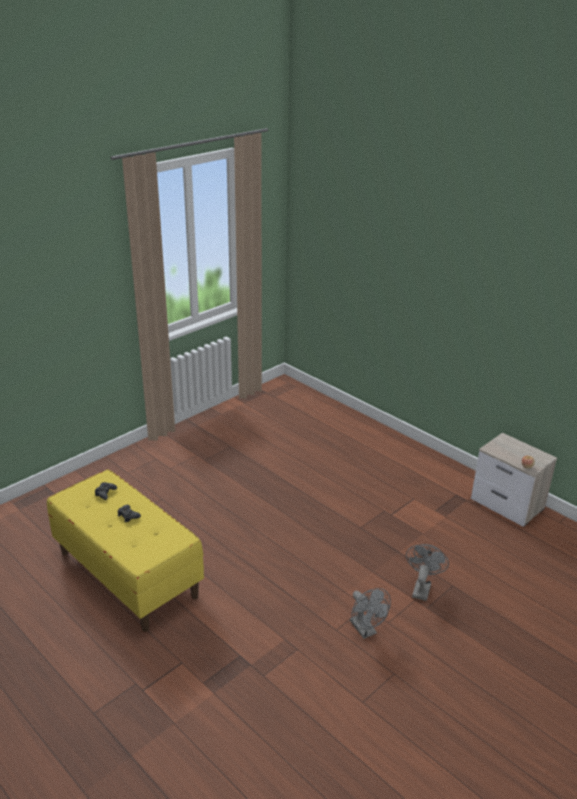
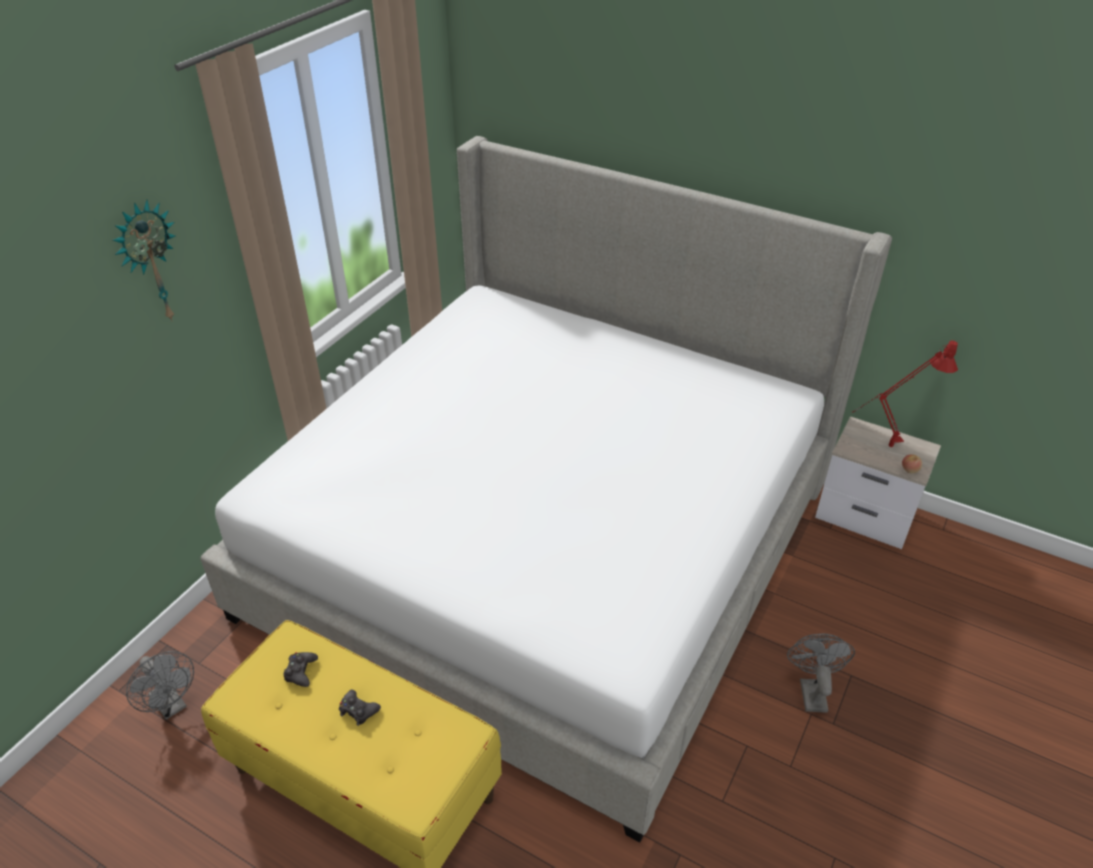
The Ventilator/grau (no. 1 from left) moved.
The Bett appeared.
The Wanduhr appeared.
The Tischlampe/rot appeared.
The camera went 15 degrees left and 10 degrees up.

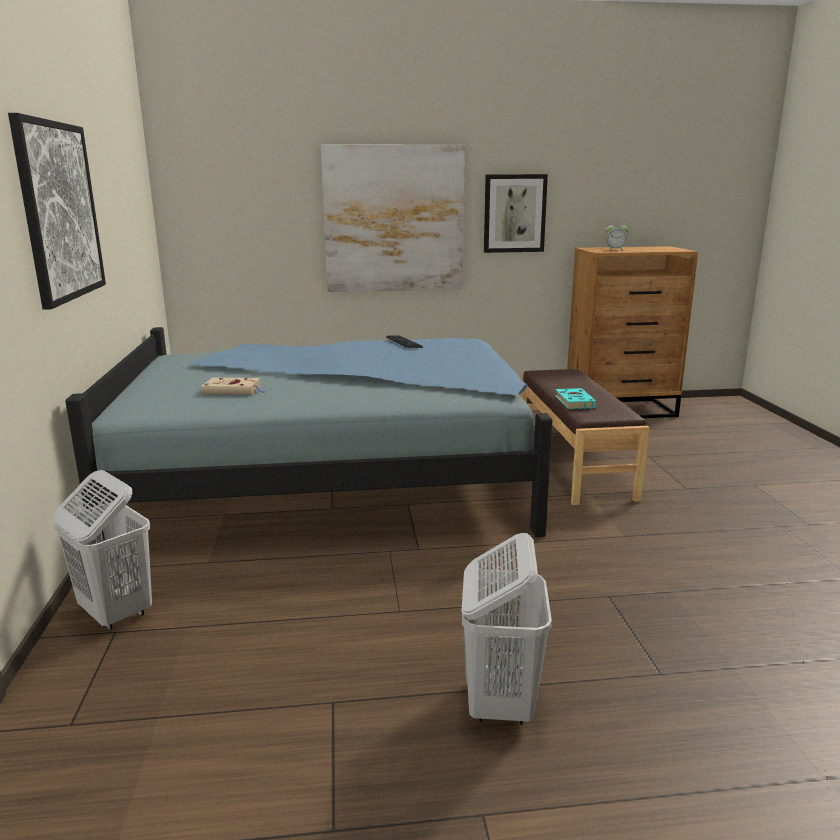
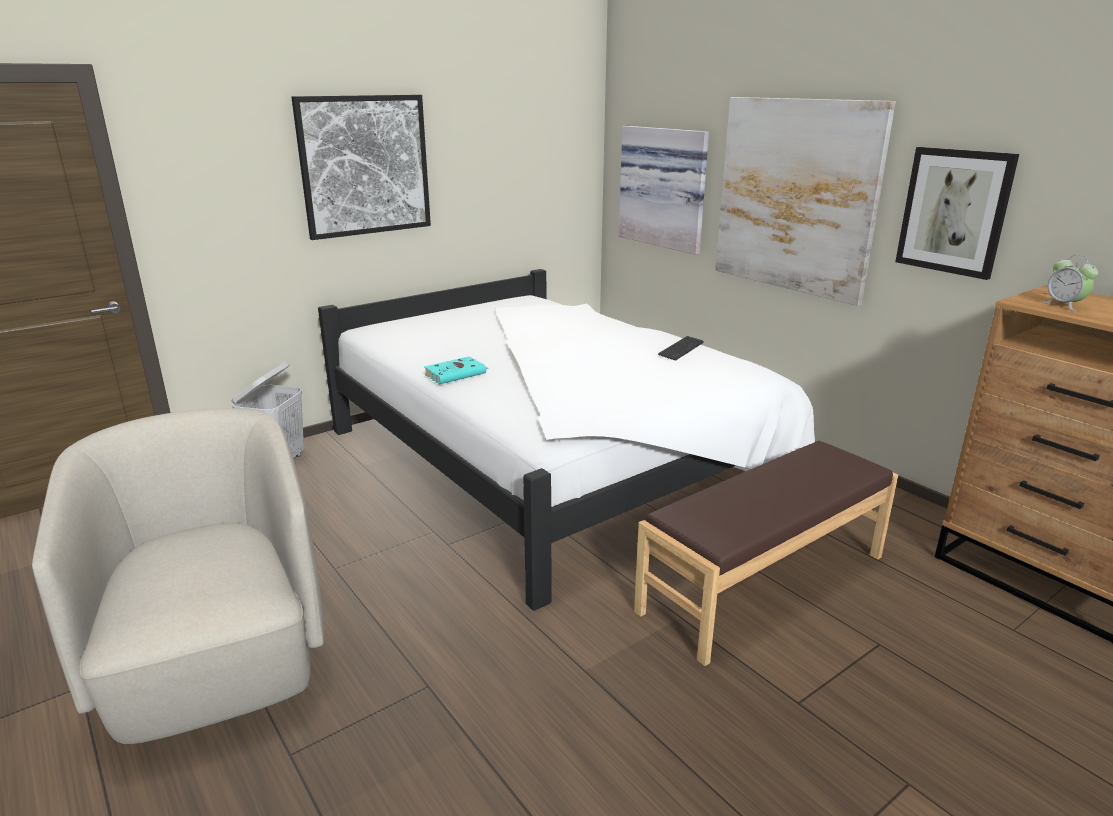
The Bett/blau became the Bett/weiß.
The Buch/beige disappeared.
The Buch/türkis moved.
The Wäschekorb/weiß (no. 2 from left) was replaced by the Sessel/beige.
The Bild (no. 2 from left) appeared.
The camera went 60 degrees right and 5 degrees up.

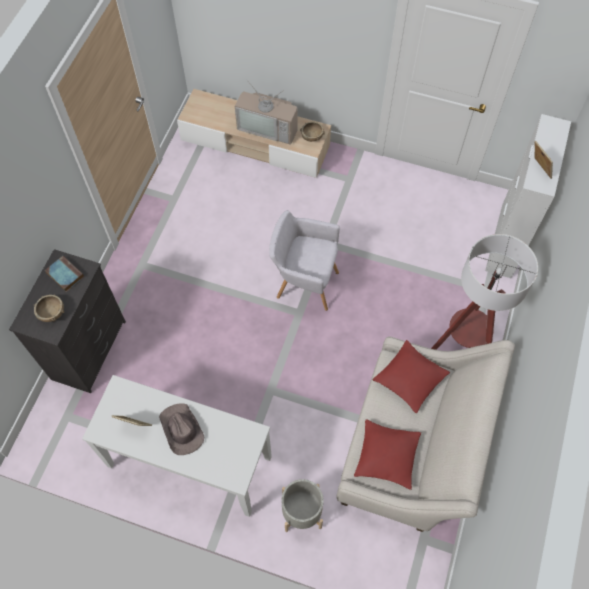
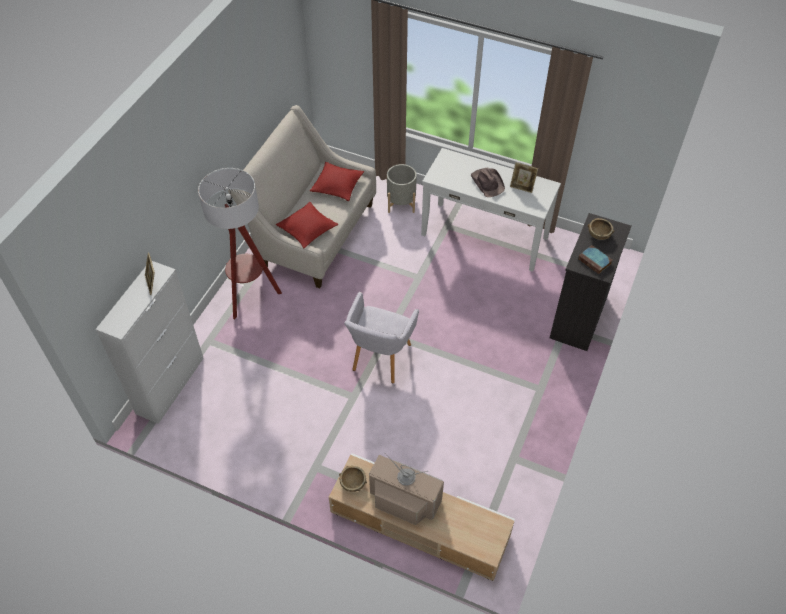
The Sessel/grau turned 90 degrees clockwise.
The camera went 175 degrees left and 10 degrees down.

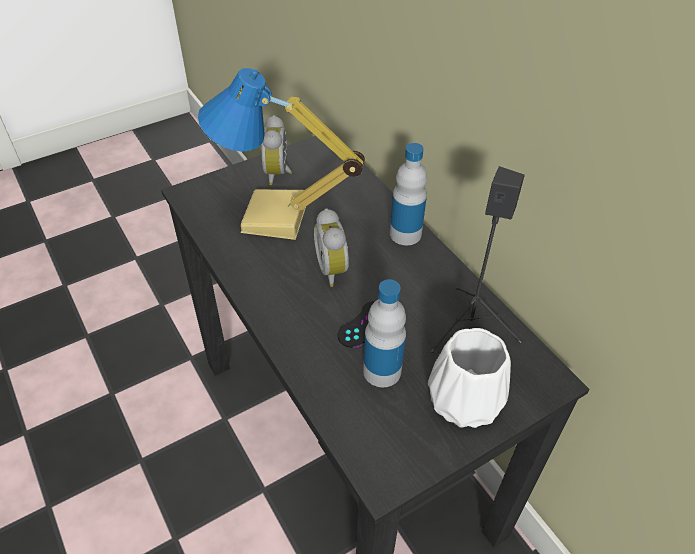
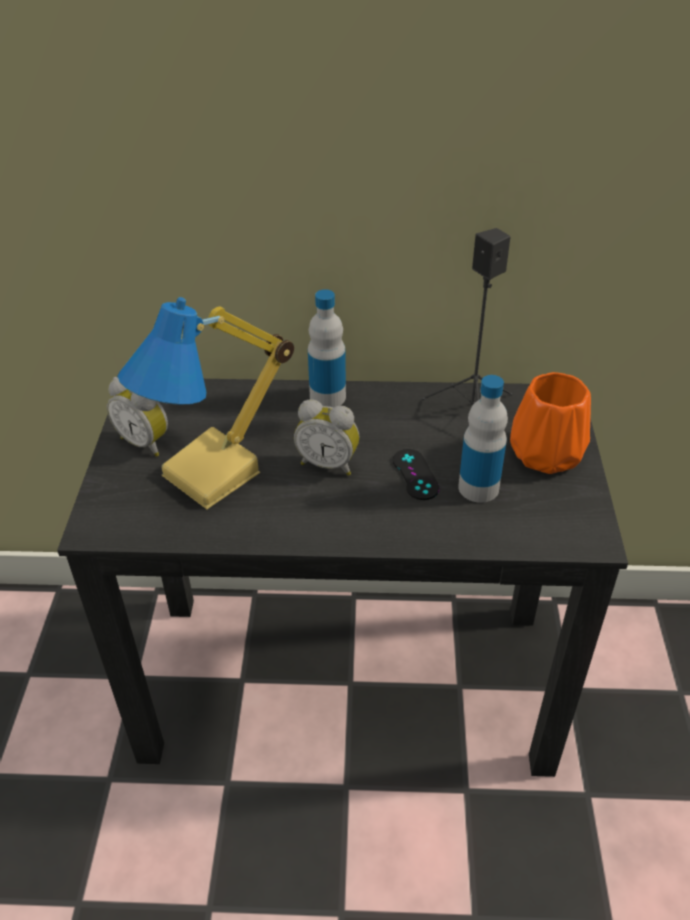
The Vase/weiß became the Vase/orange.
The camera went 55 degrees left and 5 degrees down.

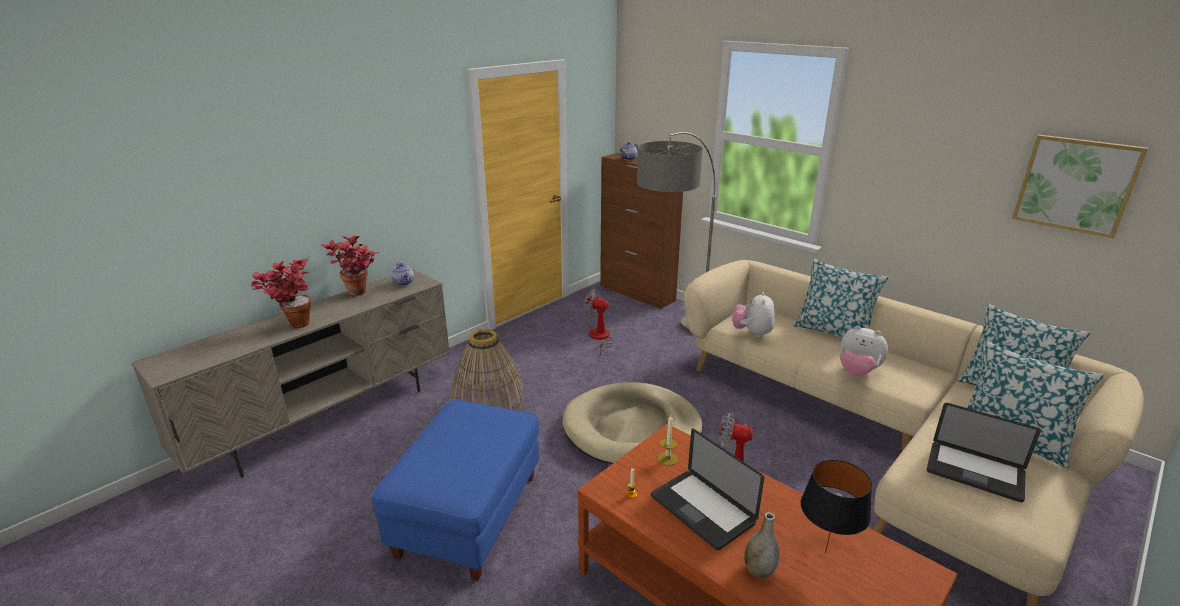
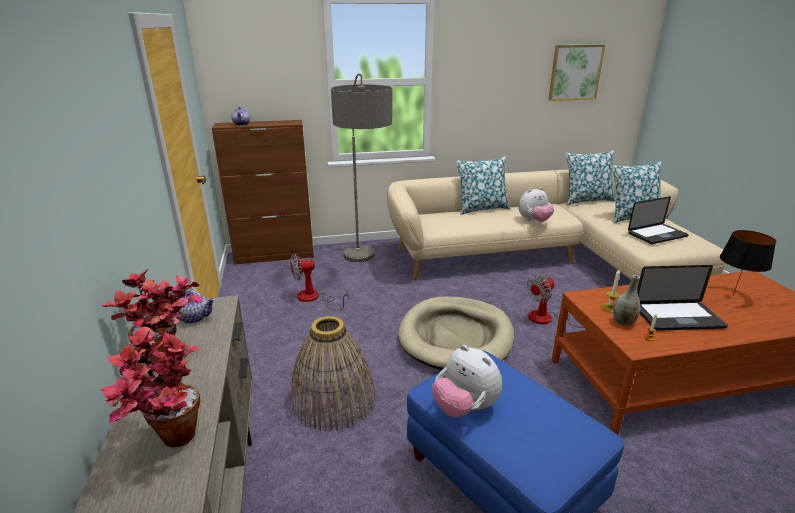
The Plüschtier (no. 1 from left) moved.
The Vase/grau moved.
The camera went 55 degrees left and 0 degrees up.

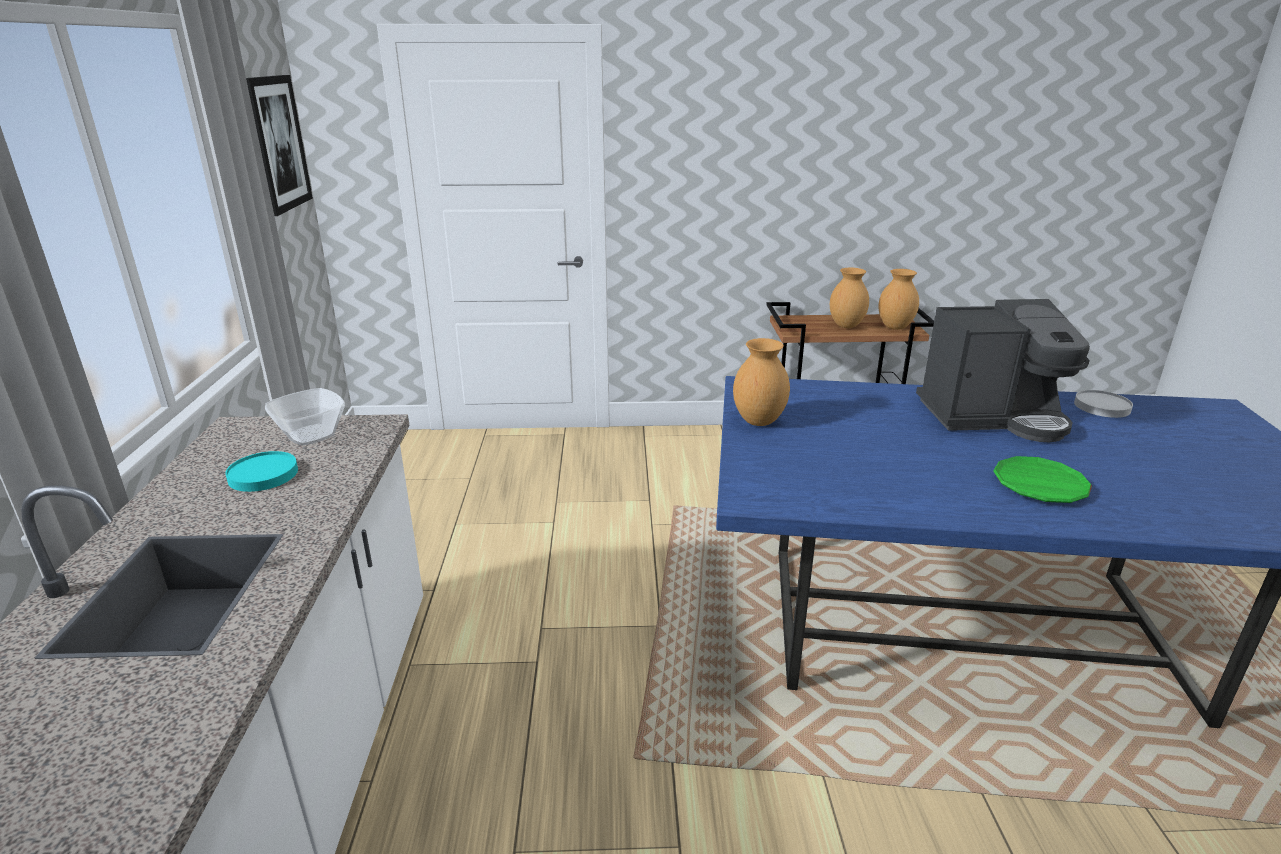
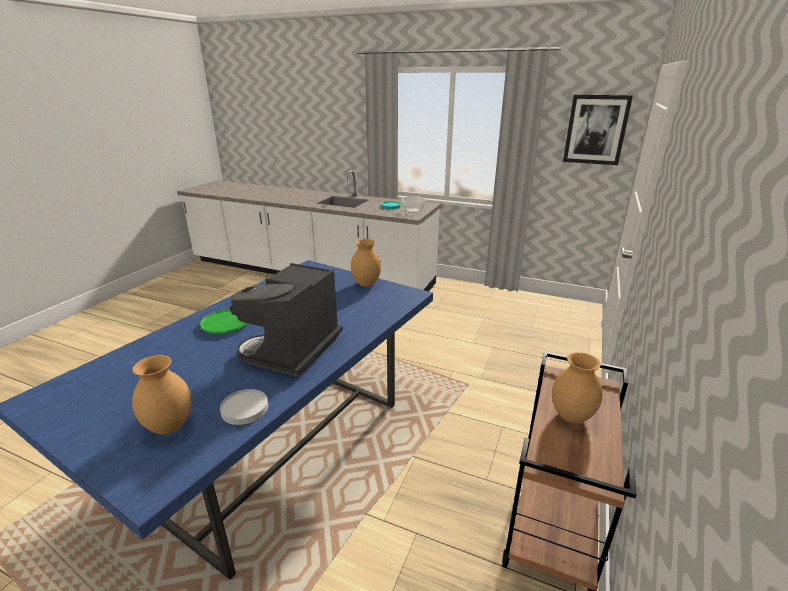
The Vase/braun (no. 3 from left in the first image) moved.
The camera went 115 degrees right and 0 degrees up.

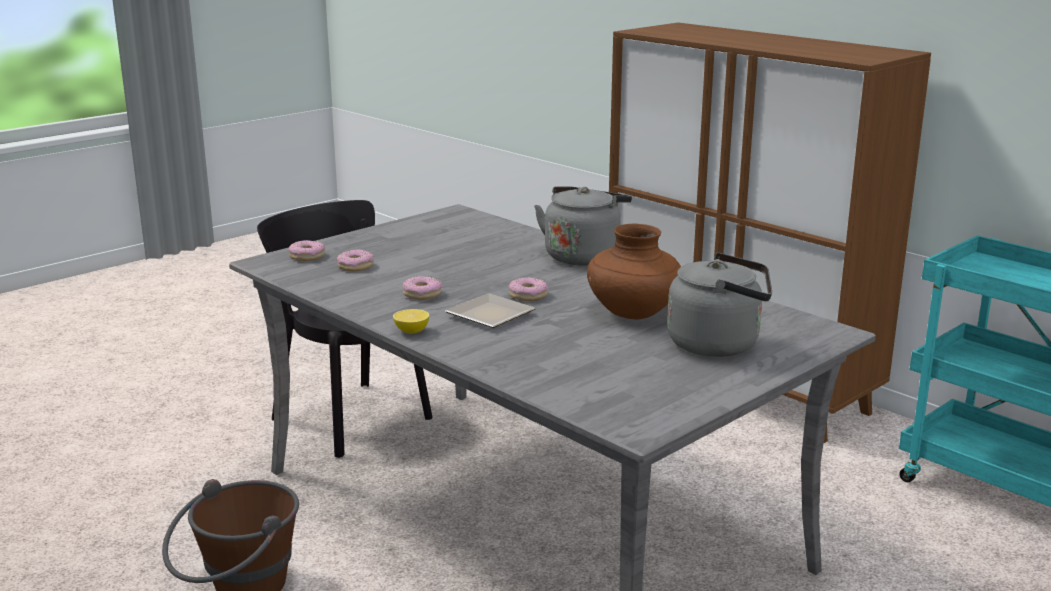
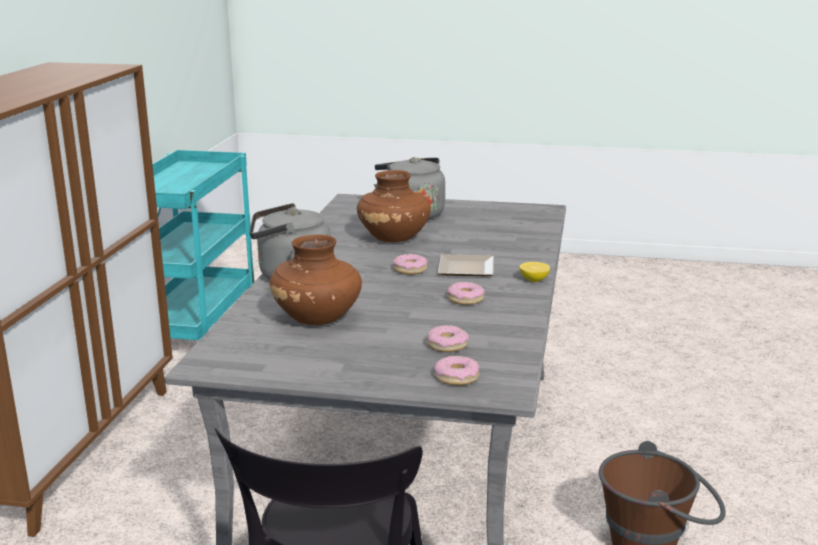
The Vase/braun (no. 1 from left) appeared.
The camera went 125 degrees left and 0 degrees up.

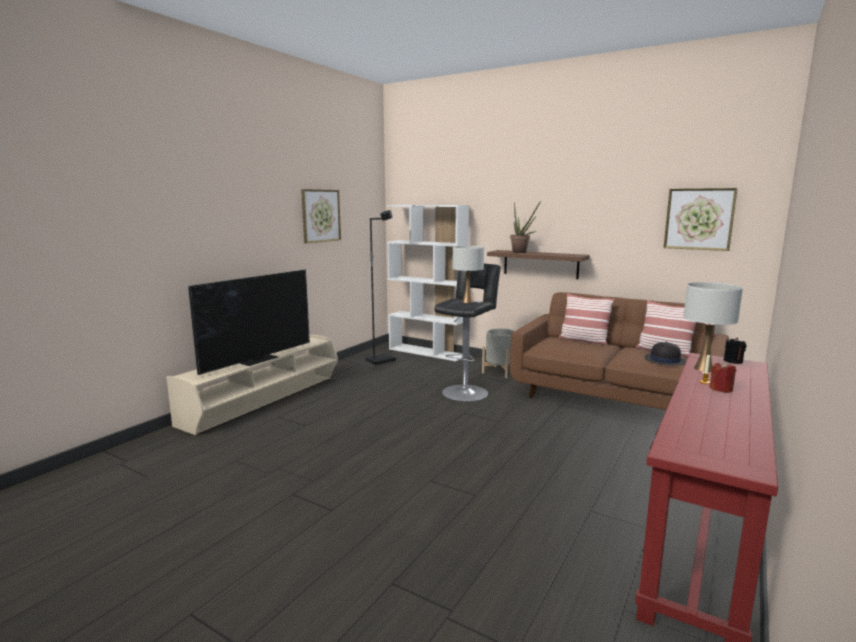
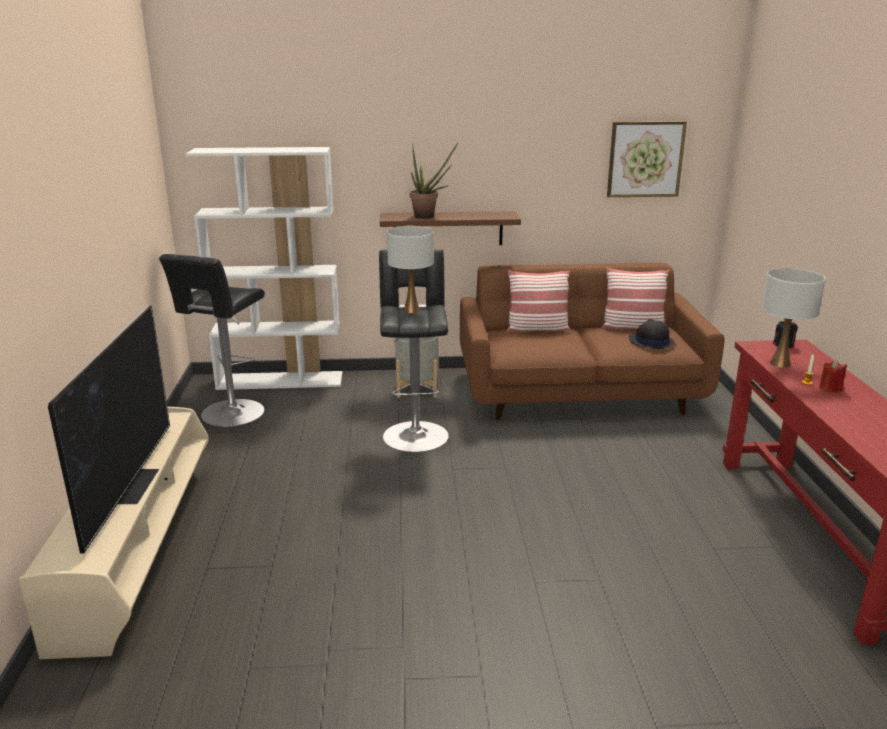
The Bild (no. 1 from left) disappeared.
The Stehlampe/schwarz was replaced by the Hocker/schwarz (no. 1 from left).
The camera went 35 degrees left and 10 degrees up.

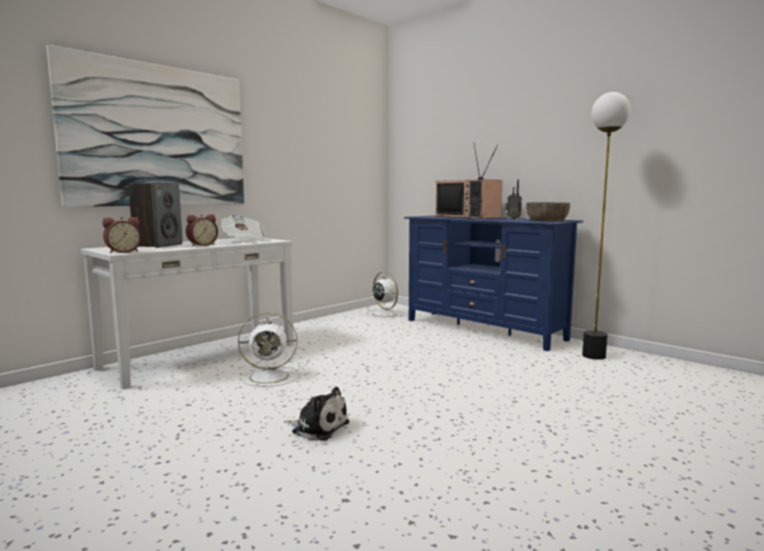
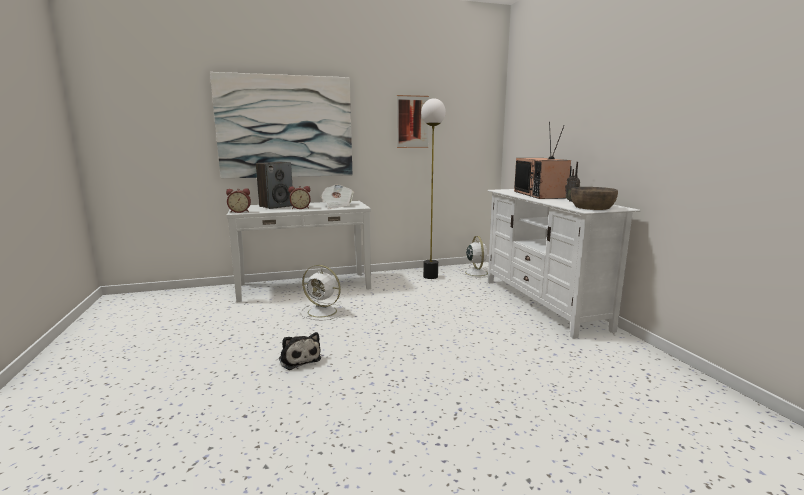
The Stehlampe moved.
The Fernsehschrank/blau became the Fernsehschrank/weiß.
The Bild (no. 2 from left) appeared.
The camera went 30 degrees right and 5 degrees up.

